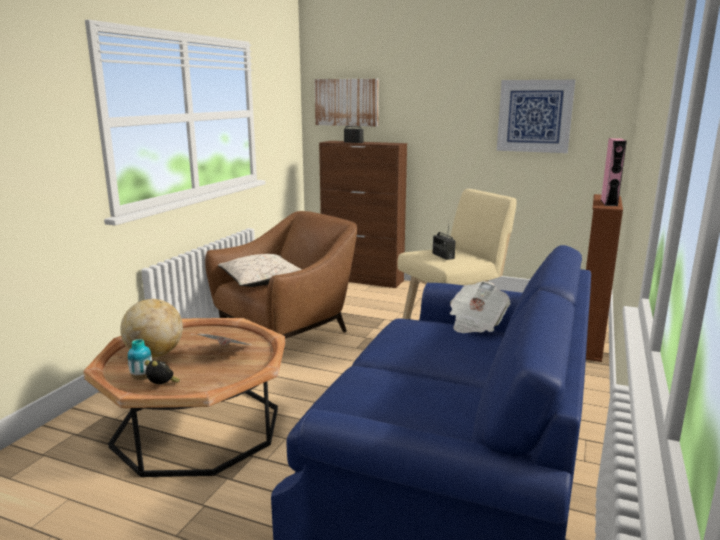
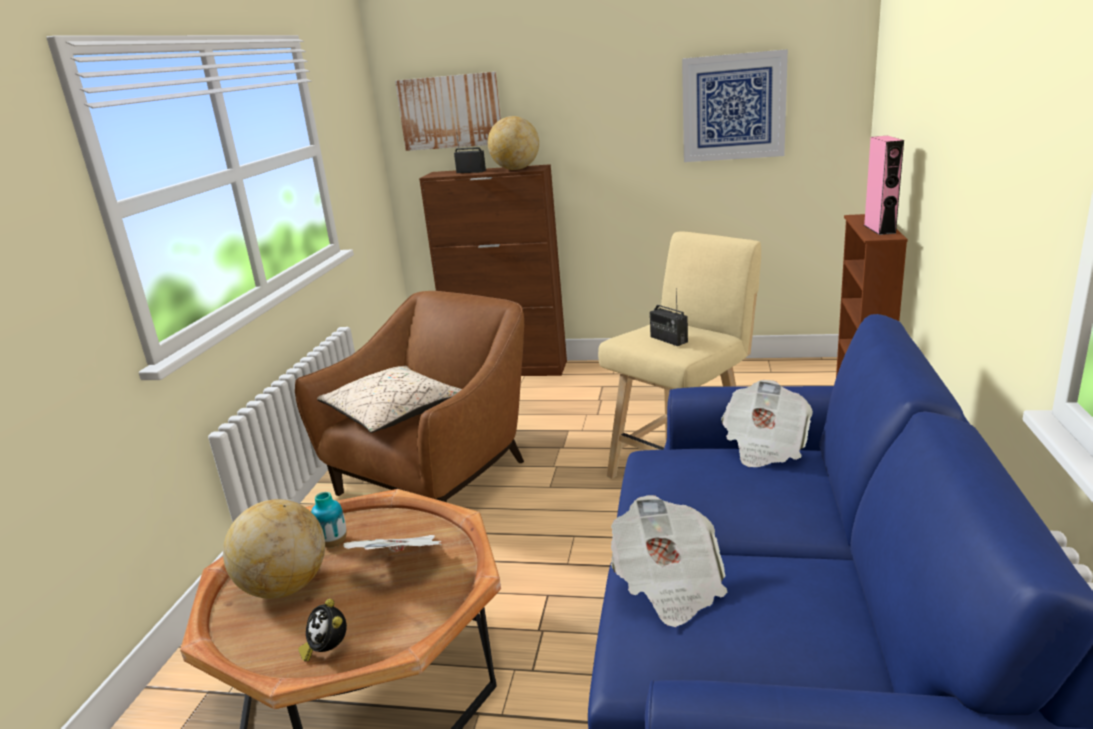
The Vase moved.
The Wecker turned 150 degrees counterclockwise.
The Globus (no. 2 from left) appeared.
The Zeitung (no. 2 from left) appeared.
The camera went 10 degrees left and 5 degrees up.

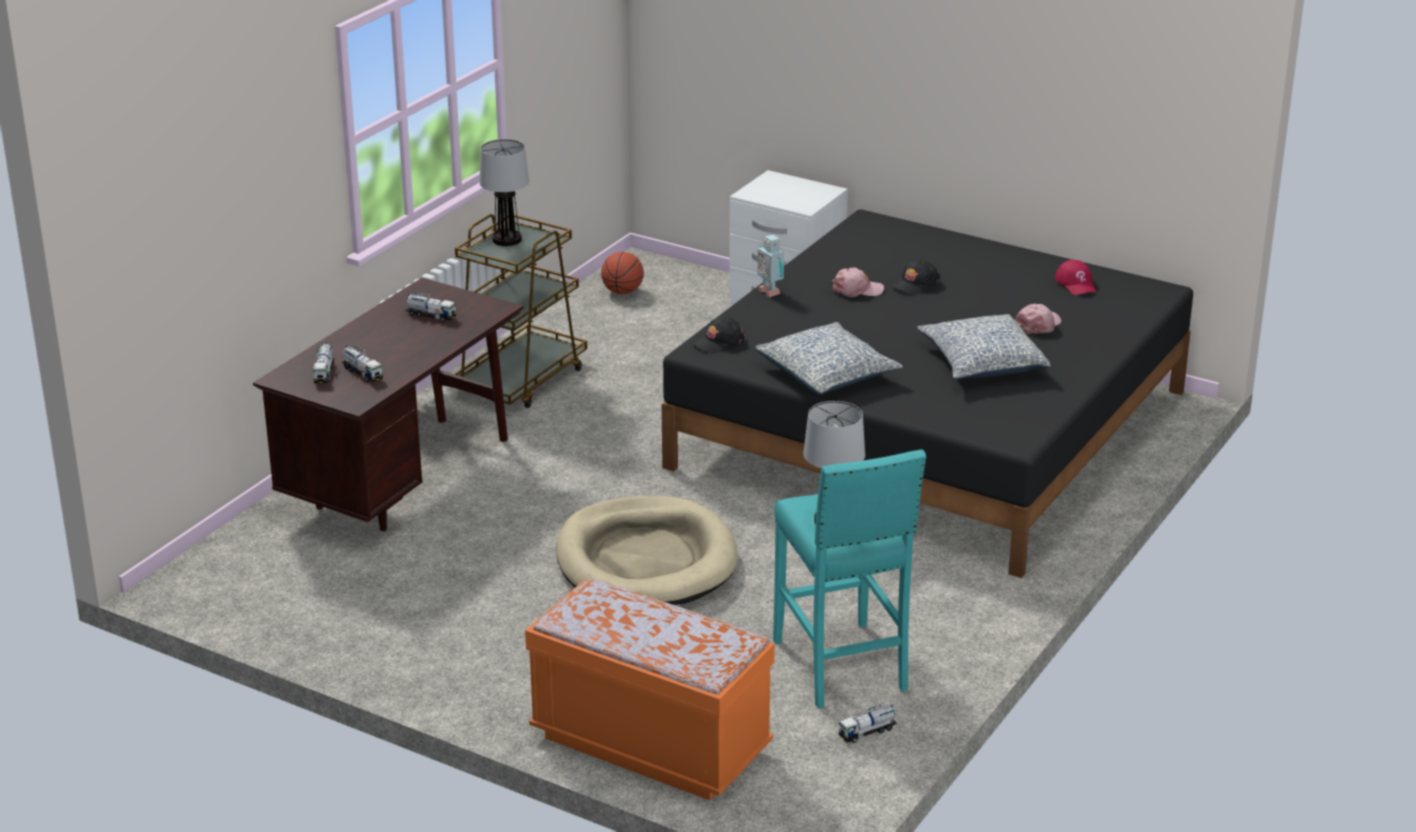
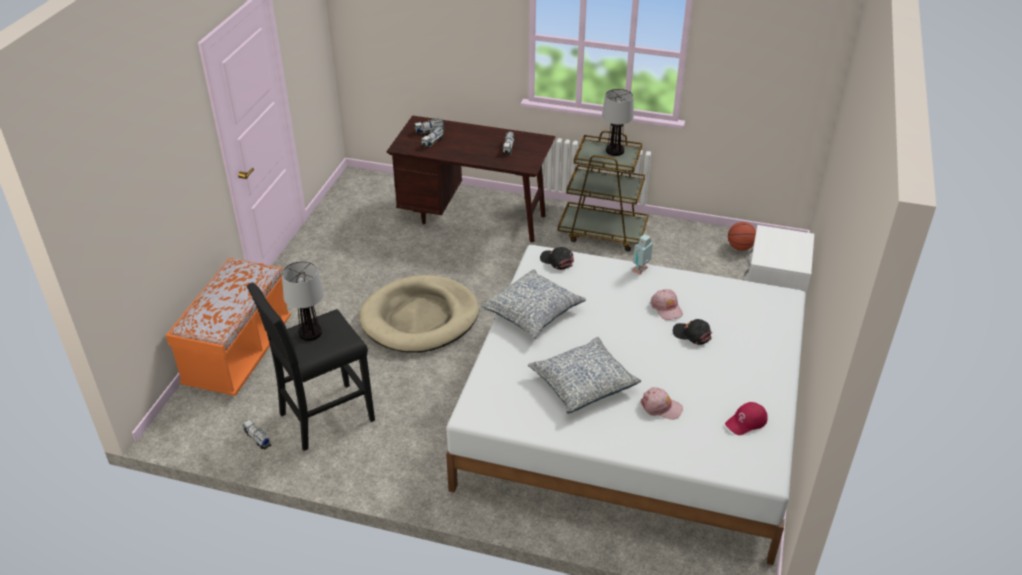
The Bett/schwarz became the Bett/weiß.
The Hocker/türkis became the Hocker/schwarz.
The camera went 75 degrees right and 10 degrees up.

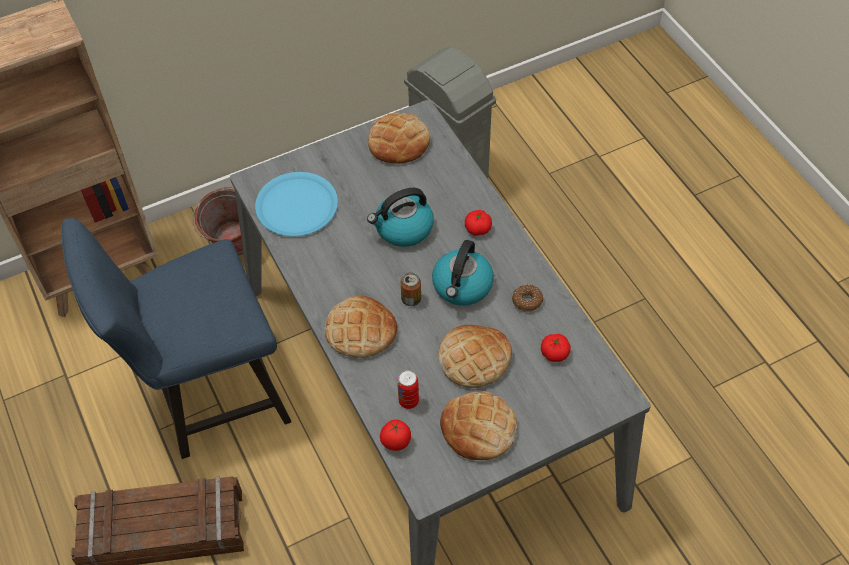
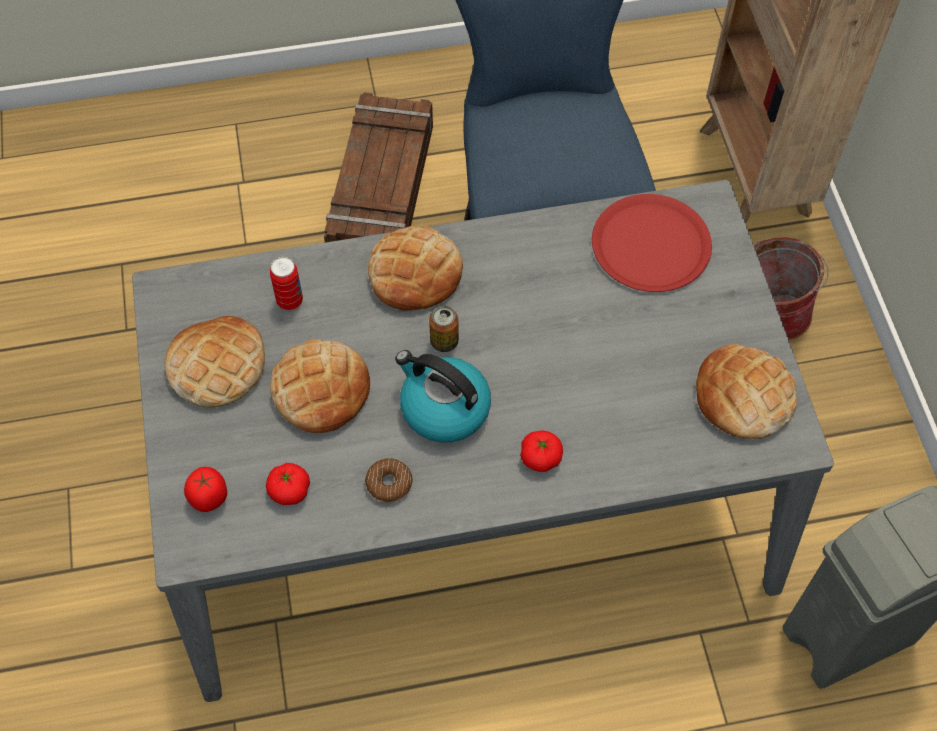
The Teller/blau became the Teller/rot.
The Wasserkessel (no. 1 from left) disappeared.
The Tomate (no. 1 from left) moved.
The camera went 105 degrees right and 5 degrees up.

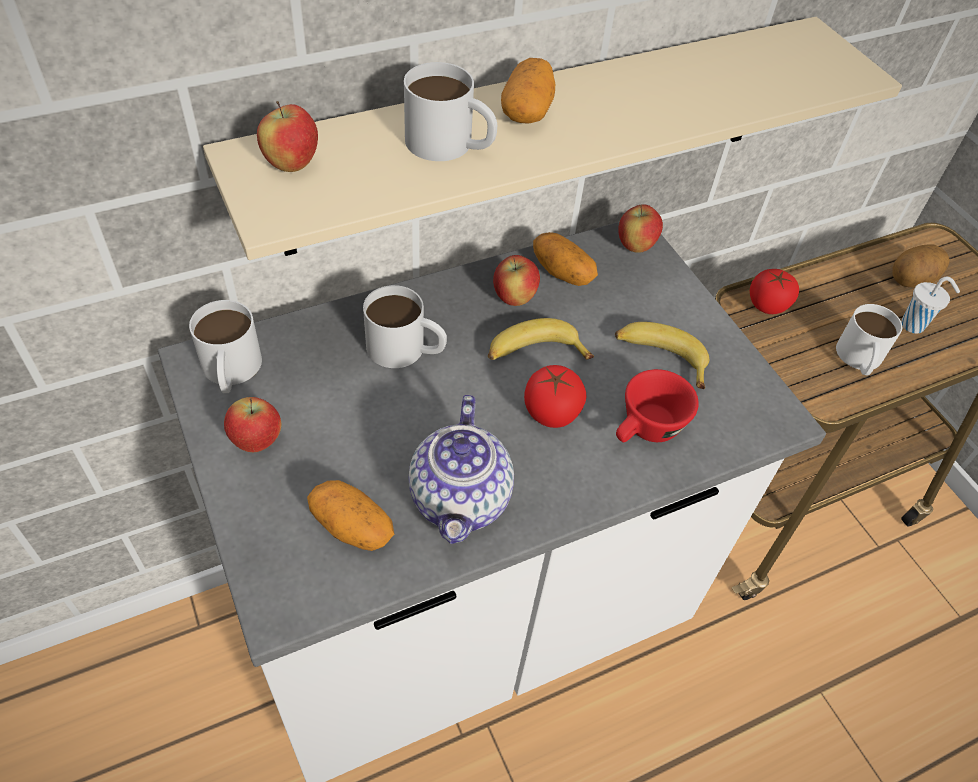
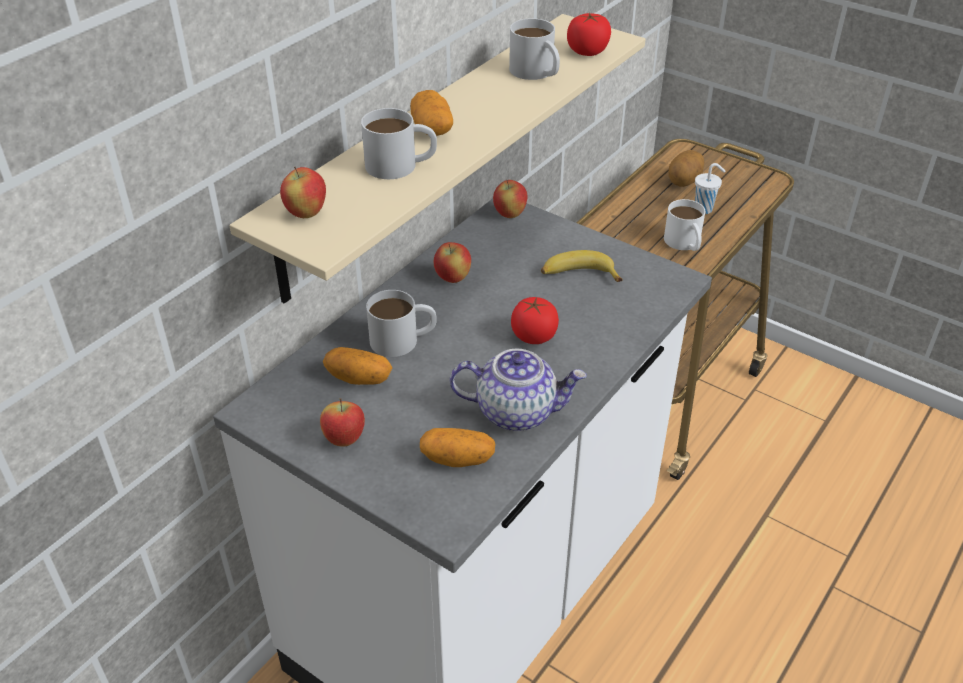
The Kartoffel (no. 3 from left in the first image) moved.
The Tomate (no. 2 from left) moved.
The Henkelbecher/weiß (no. 1 from left in the first image) moved.
The Banane (no. 1 from left) disappeared.
The Tasse/rot disappeared.
The Teekanne turned 60 degrees counterclockwise.
The camera went 25 degrees left and 10 degrees down.

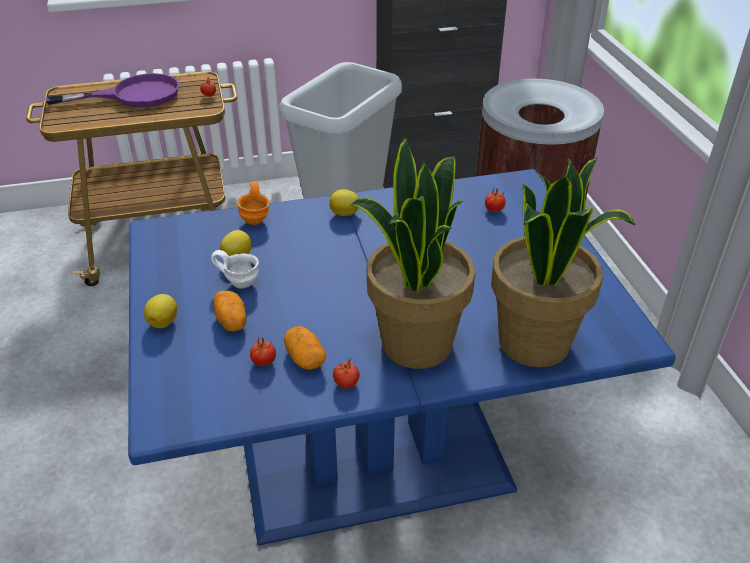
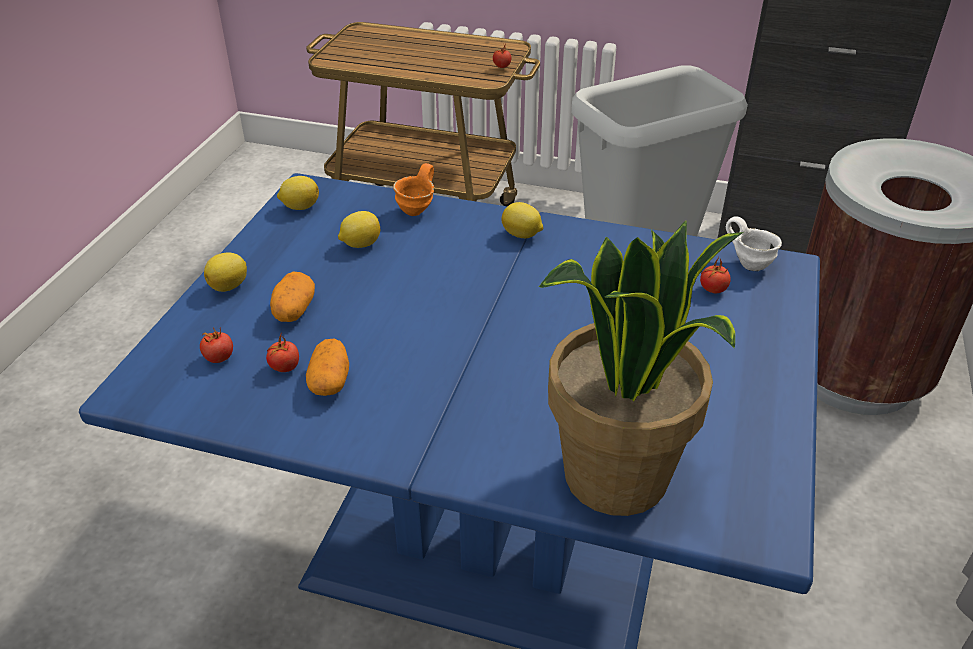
The Pfanne/lila disappeared.
The Topfpflanze (no. 1 from left) disappeared.
The Henkelbecher/weiß moved.
The Tomate (no. 3 from left in the first image) moved.
The Zitrone (no. 2 from left) appeared.
The camera went 30 degrees right and 0 degrees up.

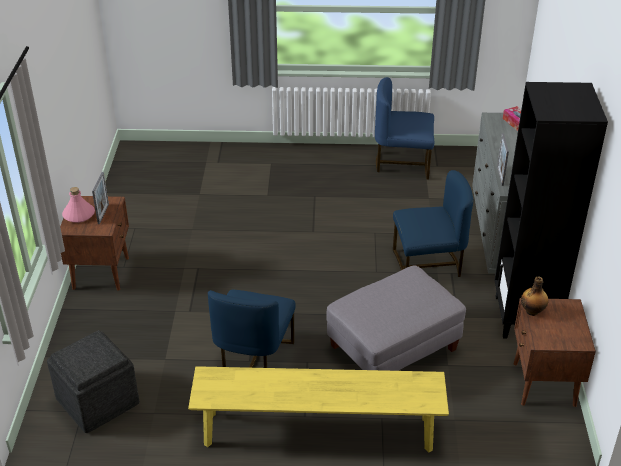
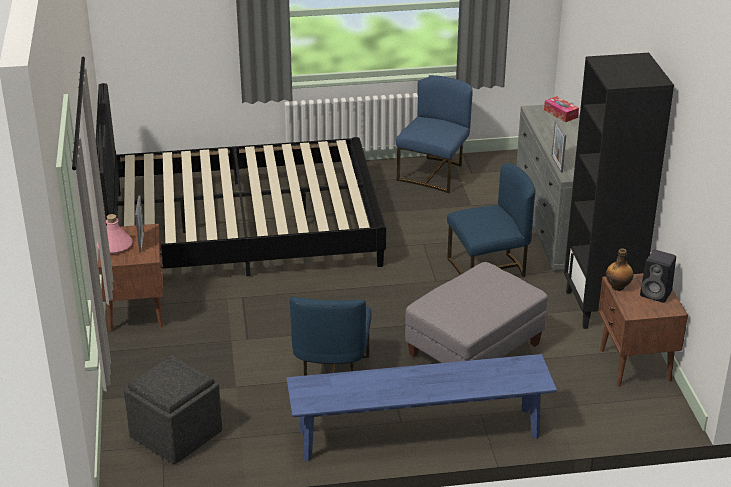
The Stuhl/blau (no. 2 from left) turned 120 degrees clockwise.
The Bank/gelb became the Bank/blau.
The Bett/schwarz appeared.
The Lautsprecher/schwarz appeared.
The camera went 10 degrees left and 5 degrees down.

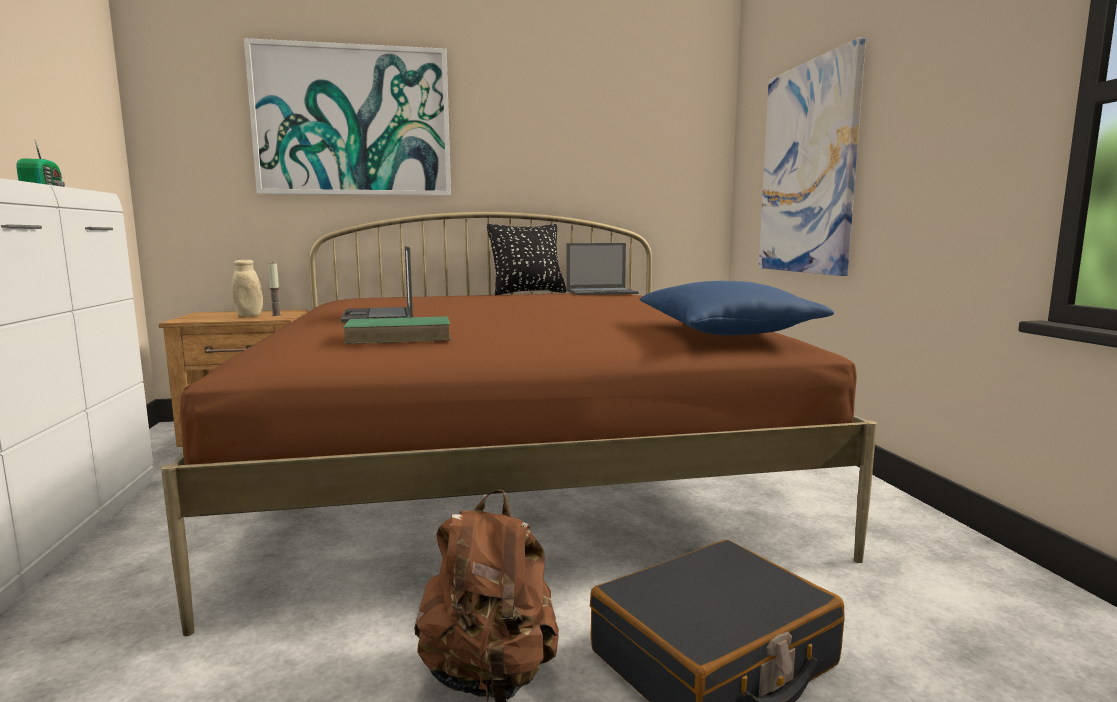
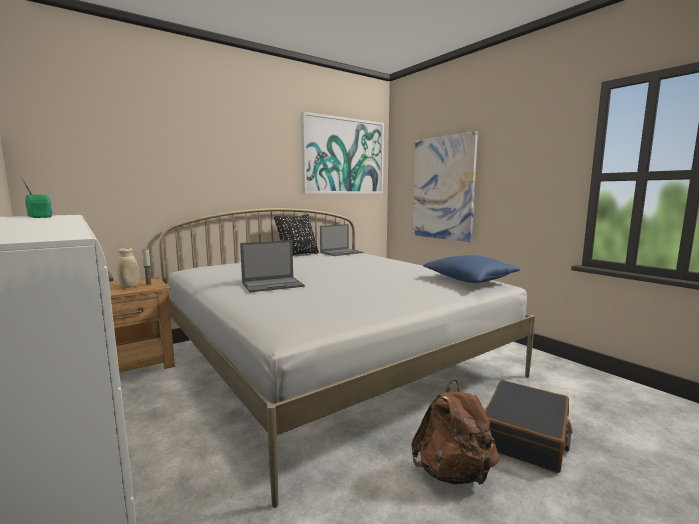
The Bild (no. 1 from left) moved.
The Bett/braun became the Bett/weiß.
The Laptop (no. 1 from left) turned 75 degrees counterclockwise.
The Buch/grün disappeared.
The camera went 25 degrees left and 0 degrees up.

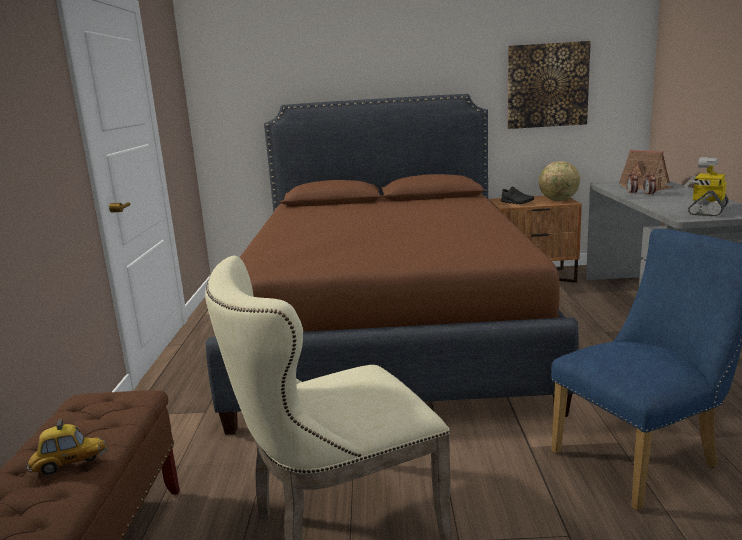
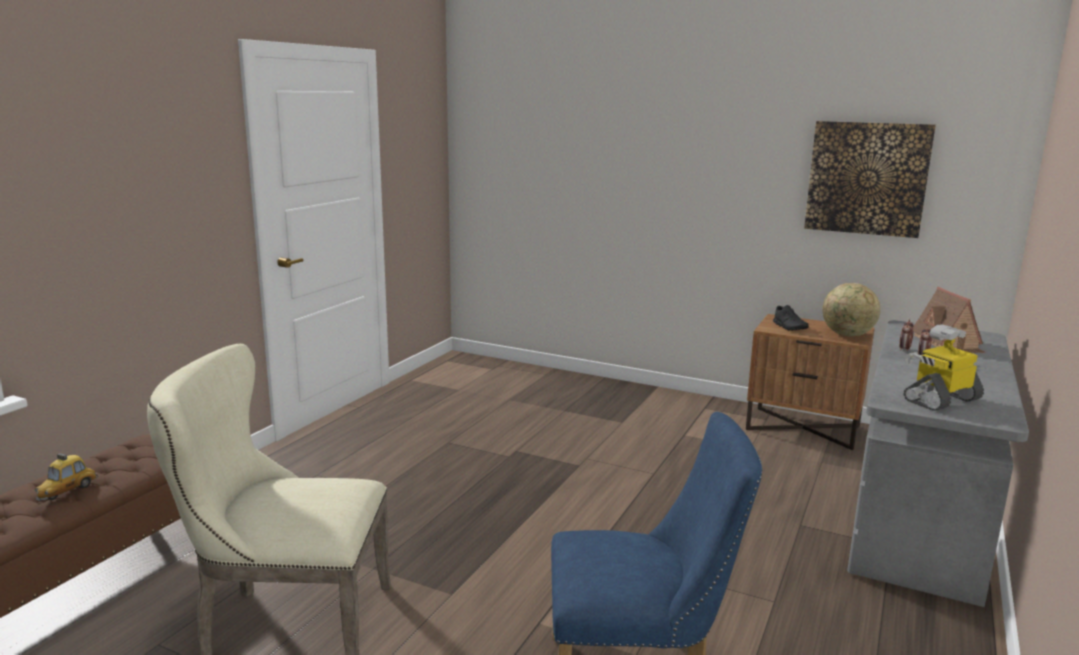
The Bett/braun disappeared.
The Spielzeugauto turned 105 degrees clockwise.
The camera went 25 degrees right and 0 degrees up.

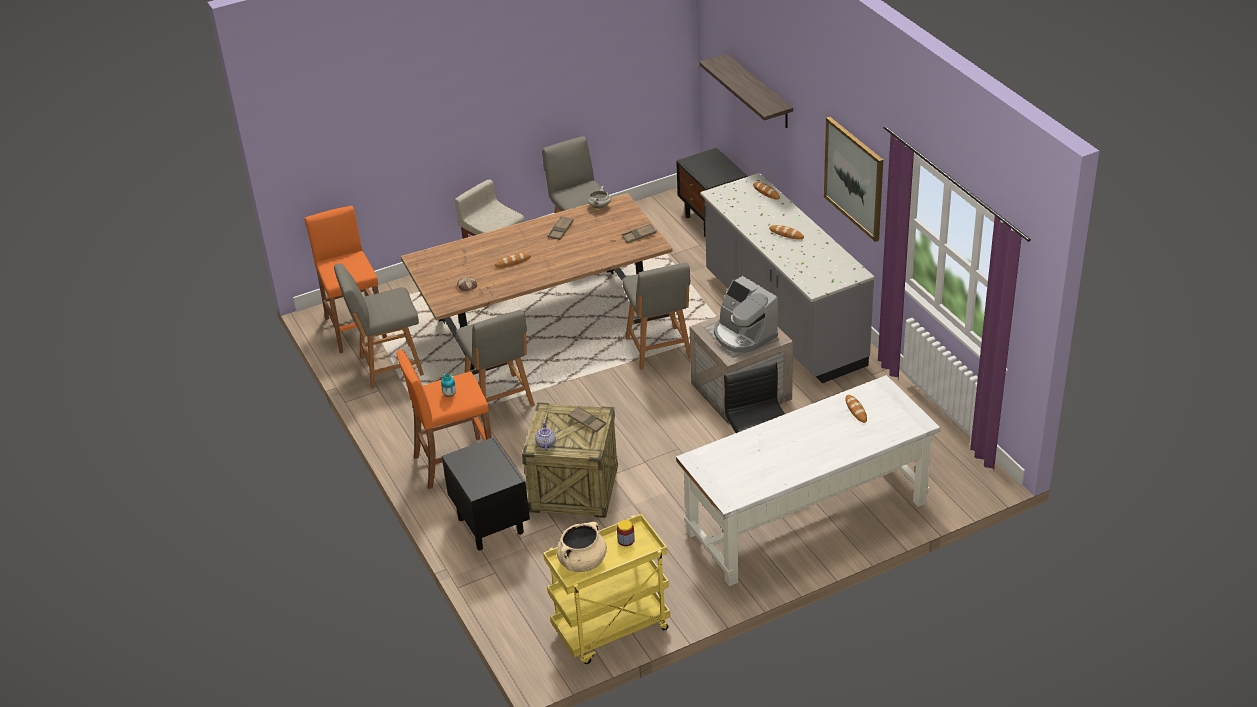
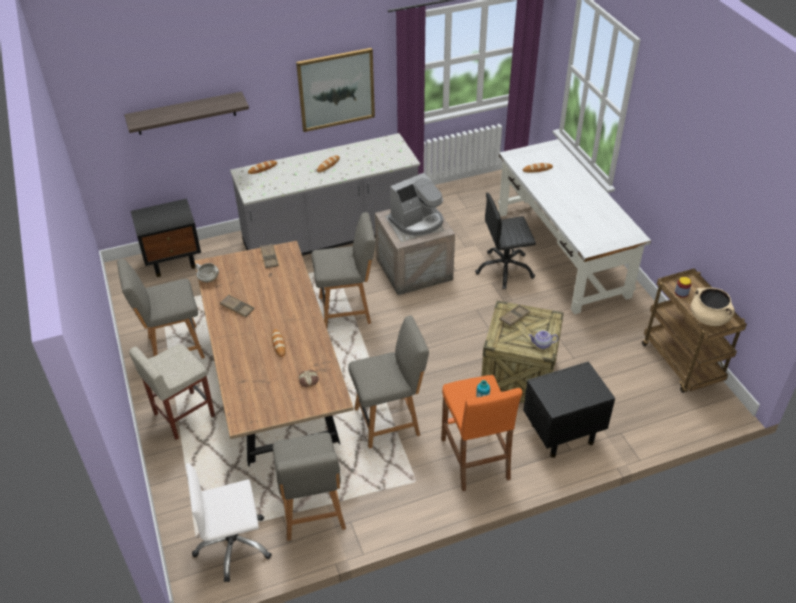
The Hocker/orange (no. 1 from left) was replaced by the Bürostuhl/weiß.
The Rollwagen/gelb became the Rollwagen/braun.
The camera went 85 degrees left and 5 degrees up.

